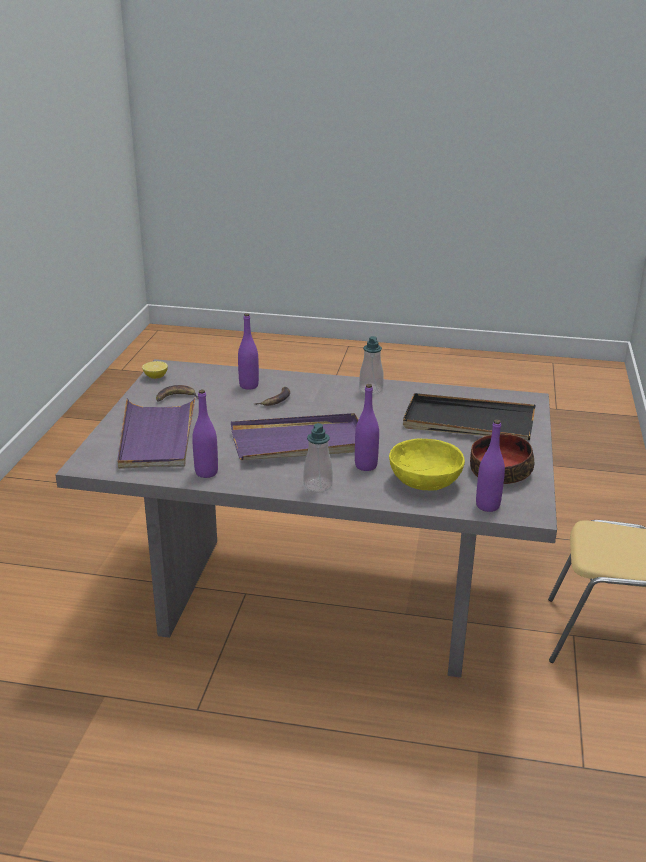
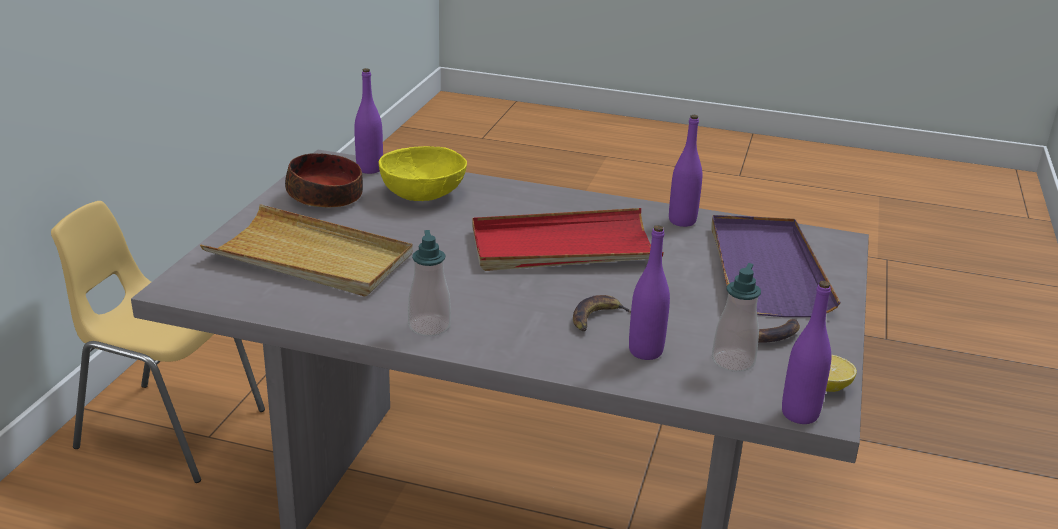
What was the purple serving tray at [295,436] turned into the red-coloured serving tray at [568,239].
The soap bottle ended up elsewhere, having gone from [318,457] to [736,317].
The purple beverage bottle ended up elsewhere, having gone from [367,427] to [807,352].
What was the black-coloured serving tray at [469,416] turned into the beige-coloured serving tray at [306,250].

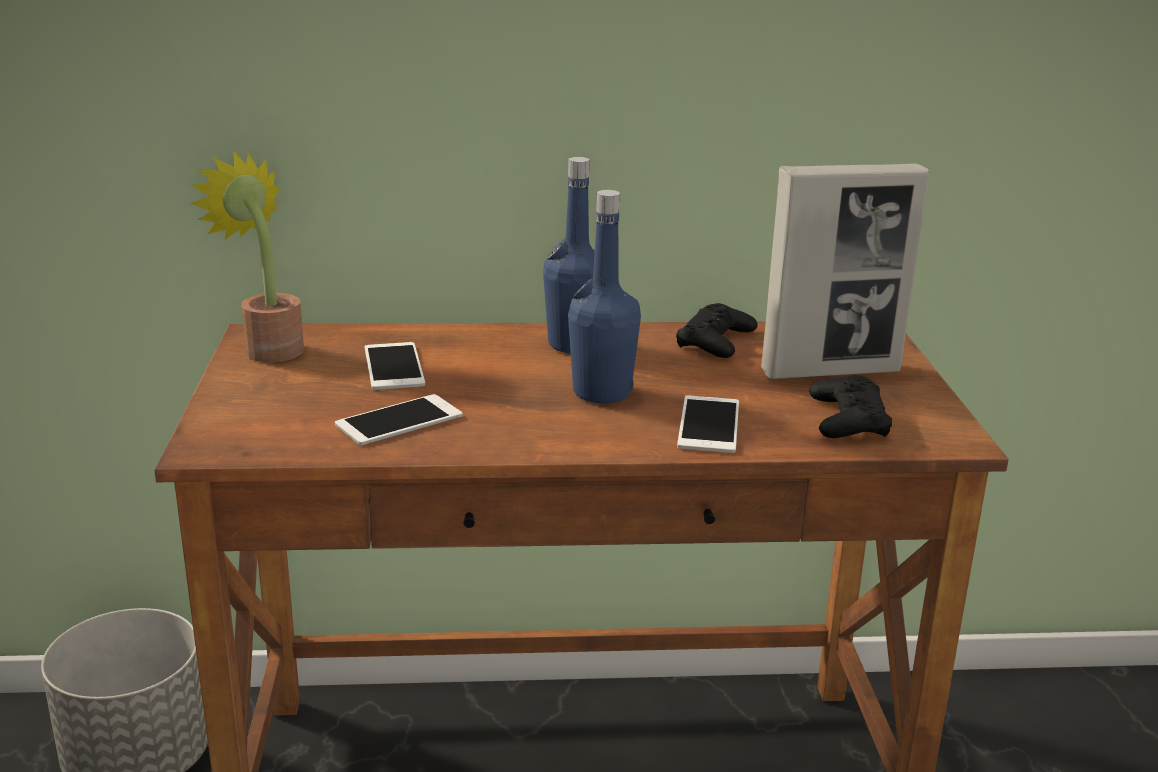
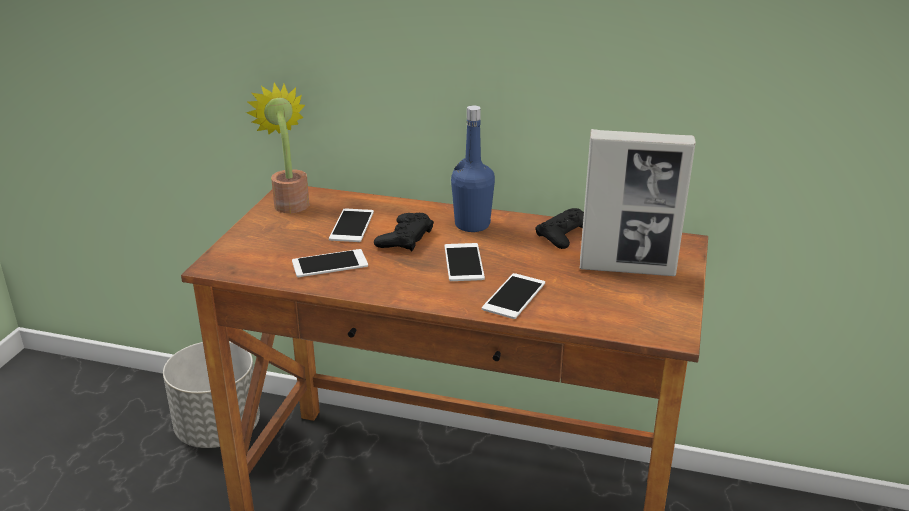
Where the bluish beverage bottle stood at [604,296], the phone came to stand at [464,262].
The black-coloured game controller ended up elsewhere, having gone from [850,406] to [404,232].

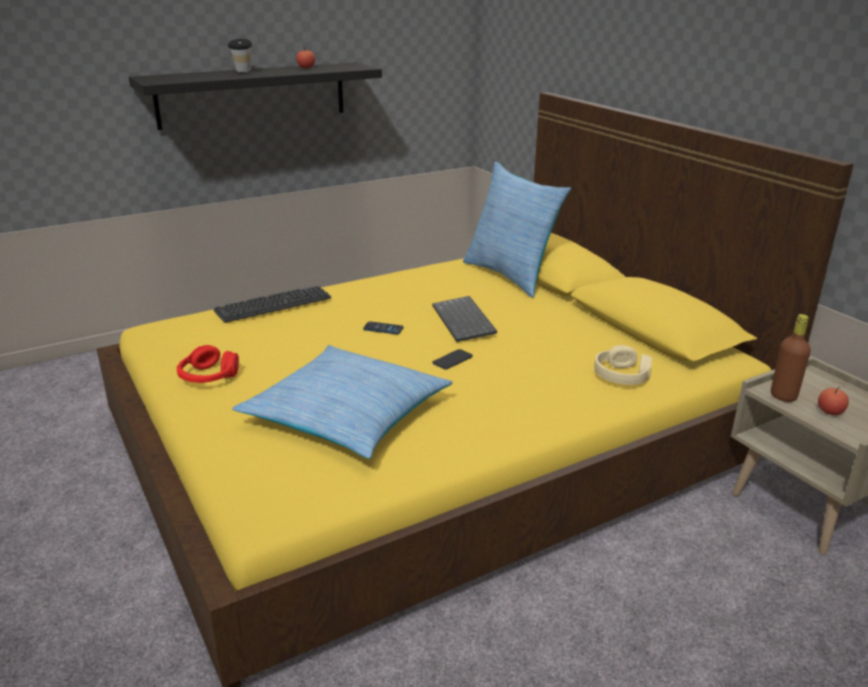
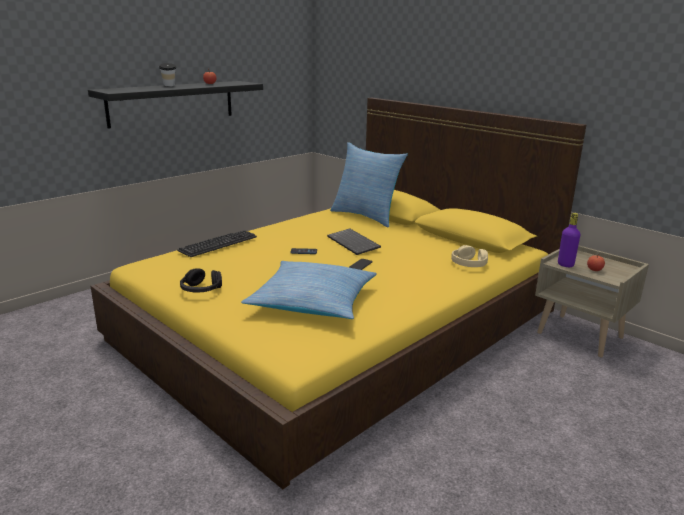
What was the red-coloured pair of headphones at [208,364] turned into the black-coloured pair of headphones at [201,280].
What was the brown-coloured beverage bottle at [791,358] turned into the purple beverage bottle at [569,240].

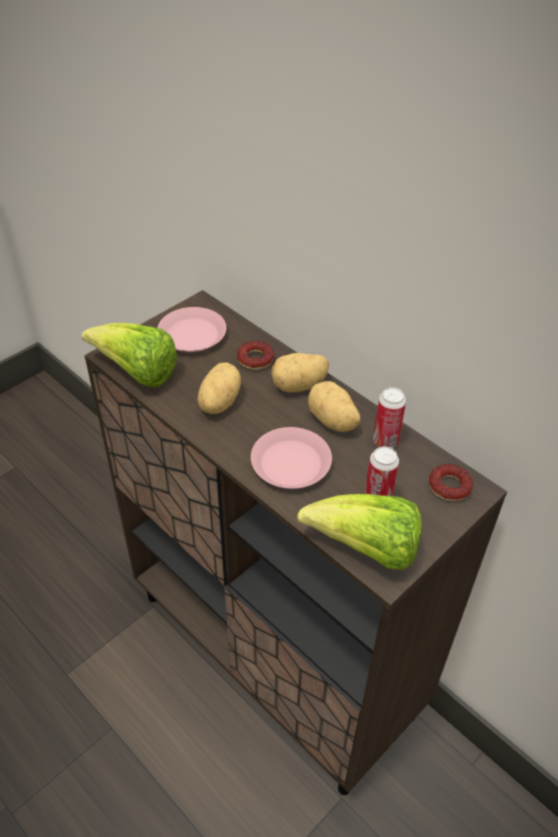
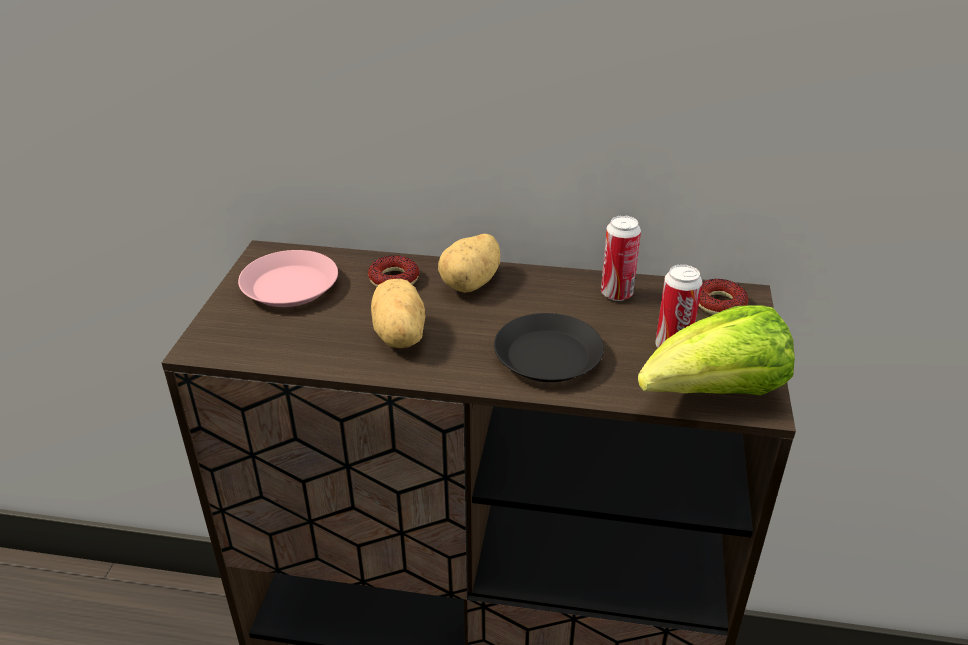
The second view lost the lettuce at [129,355].
What was the pinkish dinner plate at [291,458] turned into the black-coloured dinner plate at [549,347].
The second view lost the spud at [333,406].

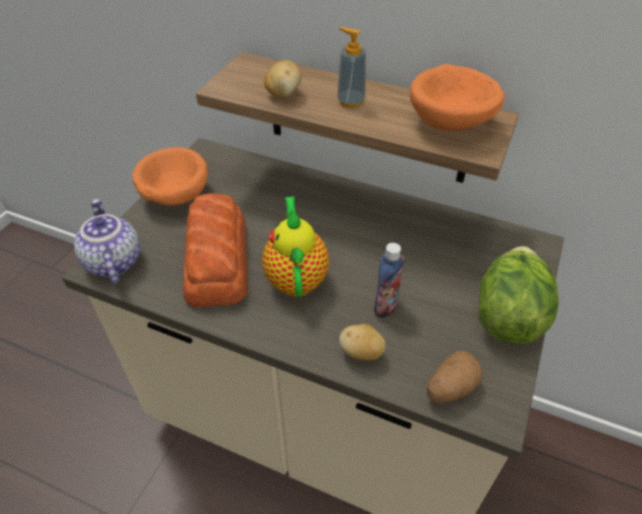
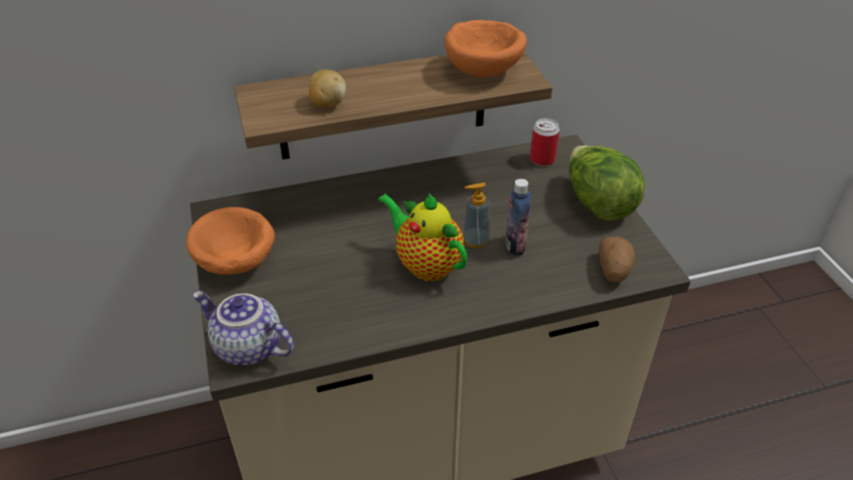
The second view lost the bakery bread at [215,250].
The soap bottle ended up elsewhere, having gone from [351,67] to [476,215].
The second view lost the spud at [362,342].
The second view gained the can at [545,142].

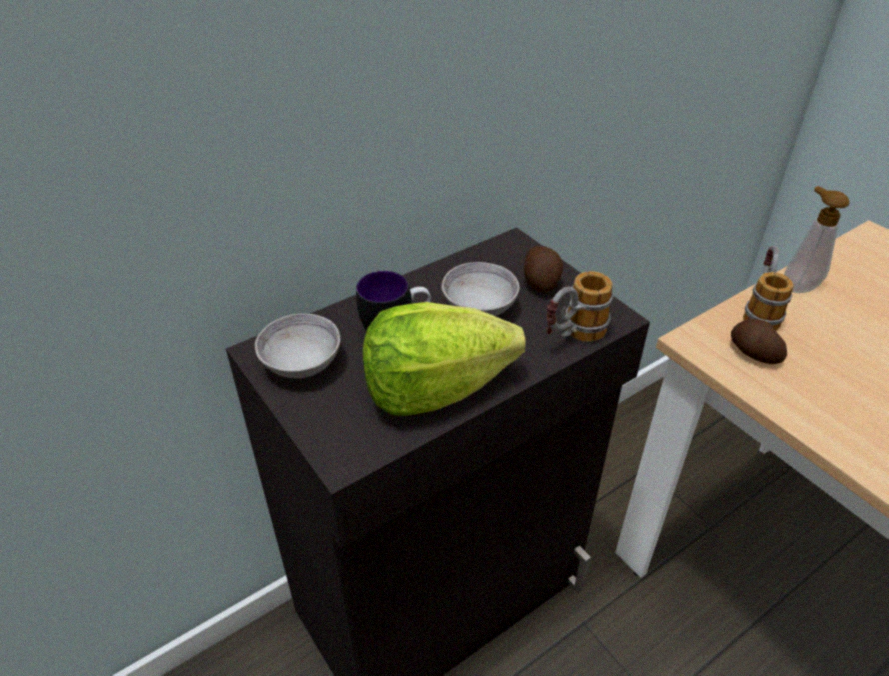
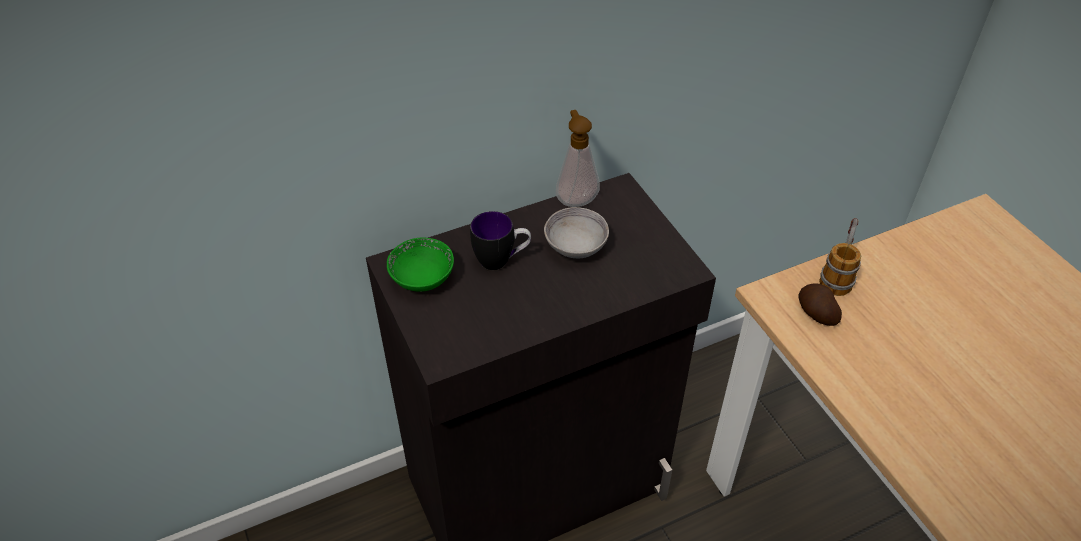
What was the greyish bowl at [297,346] turned into the greenish bowl at [420,264].
The second view lost the lettuce at [444,359].
The second view lost the spud at [543,269].
The second view lost the tea mug at [580,306].
The soap bottle ended up elsewhere, having gone from [816,239] to [578,158].

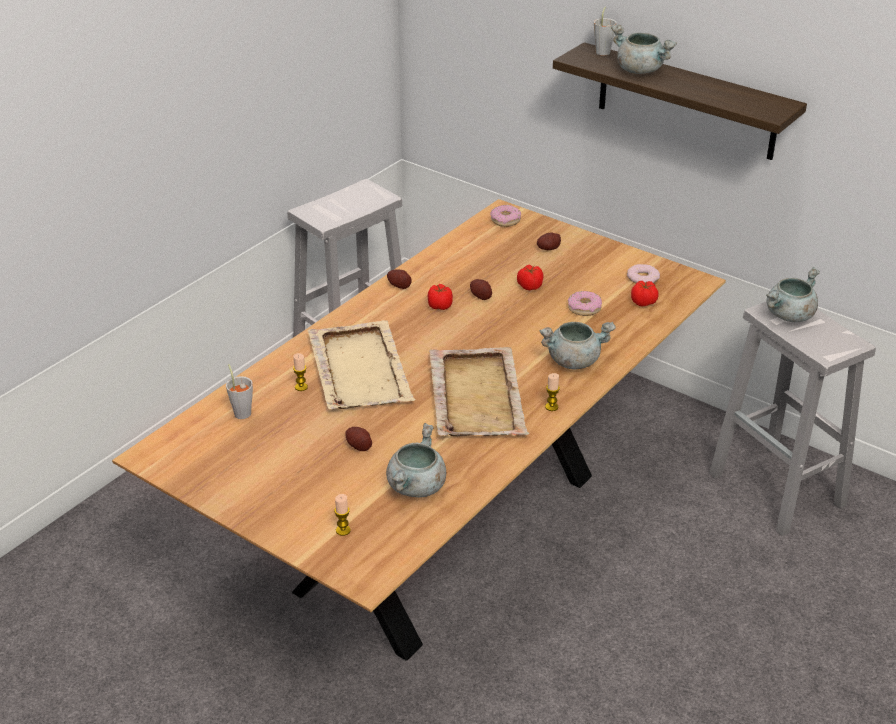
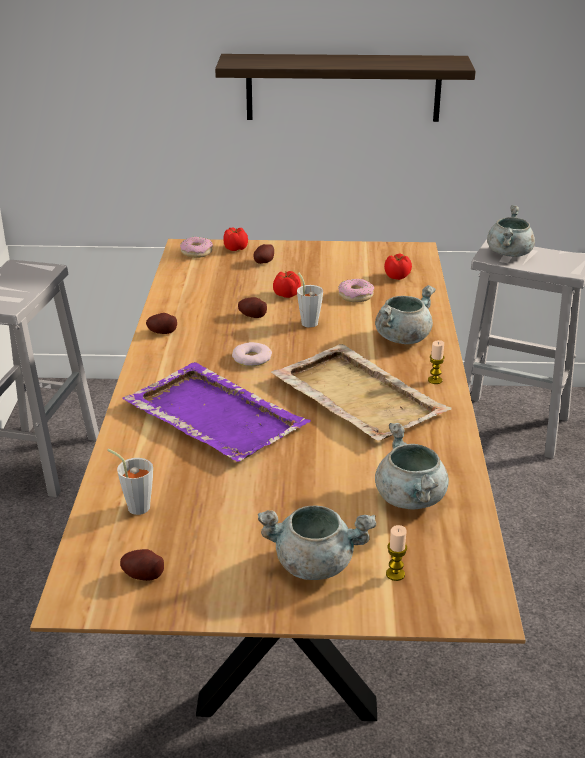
The second view lost the candle at [300,372].
What was the beige-coloured serving tray at [362,364] turned into the purple serving tray at [216,412].
The spud ended up elsewhere, having gone from [358,439] to [142,565].
The fresh tomato ended up elsewhere, having gone from [440,297] to [235,239].
The greyish small cup ended up elsewhere, having gone from [605,31] to [310,300].
The greyish cooking pot ended up elsewhere, having gone from [644,49] to [317,543].
The ring doughnut ended up elsewhere, having gone from [643,273] to [252,354].

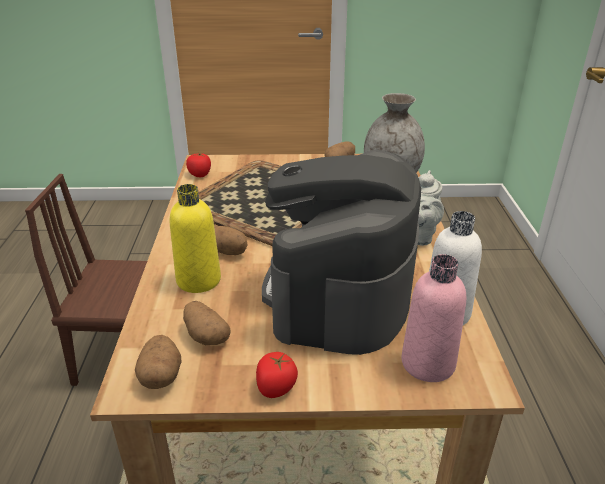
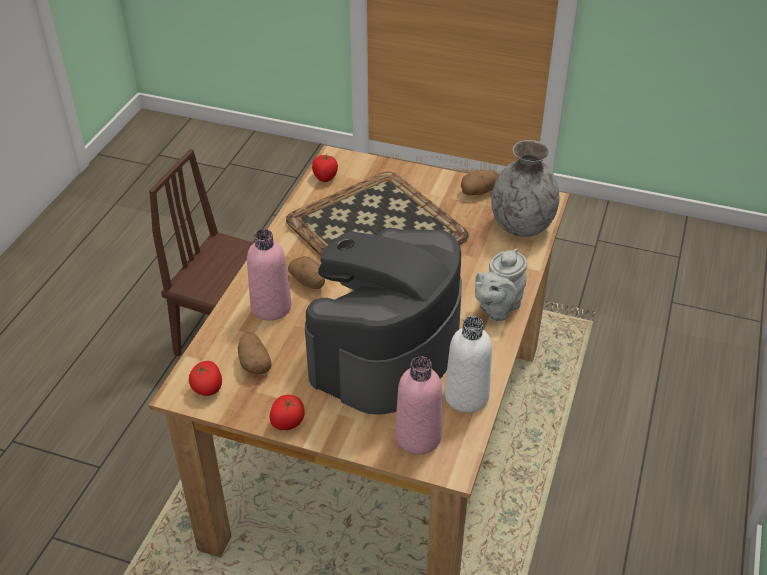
Where the spud stood at [158,362], the fresh tomato came to stand at [205,378].
What was the yellow beverage bottle at [195,238] turned into the pinkish beverage bottle at [269,275].

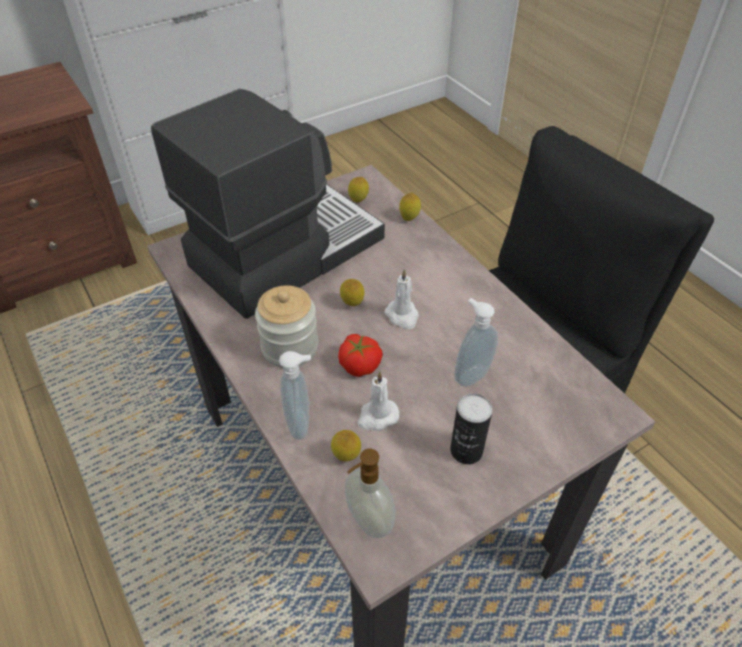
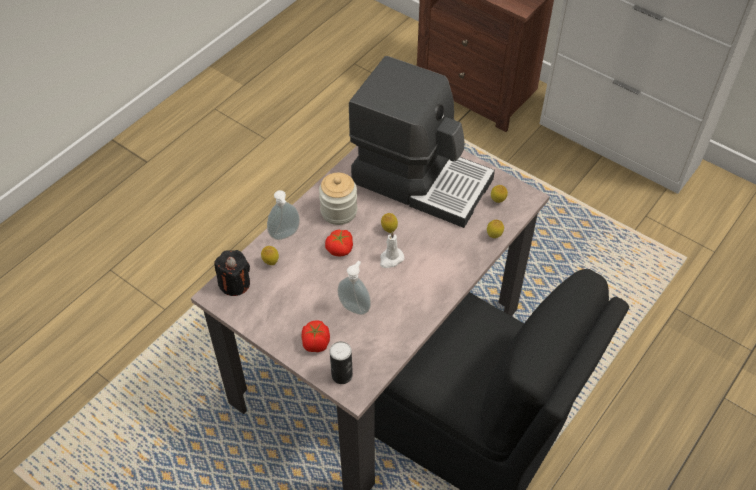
Where the soap bottle stood at [370,493], the black-coloured candle came to stand at [232,273].
The second view lost the whitish candle at [378,401].
The can ended up elsewhere, having gone from [471,429] to [341,362].
The second view gained the fresh tomato at [315,336].

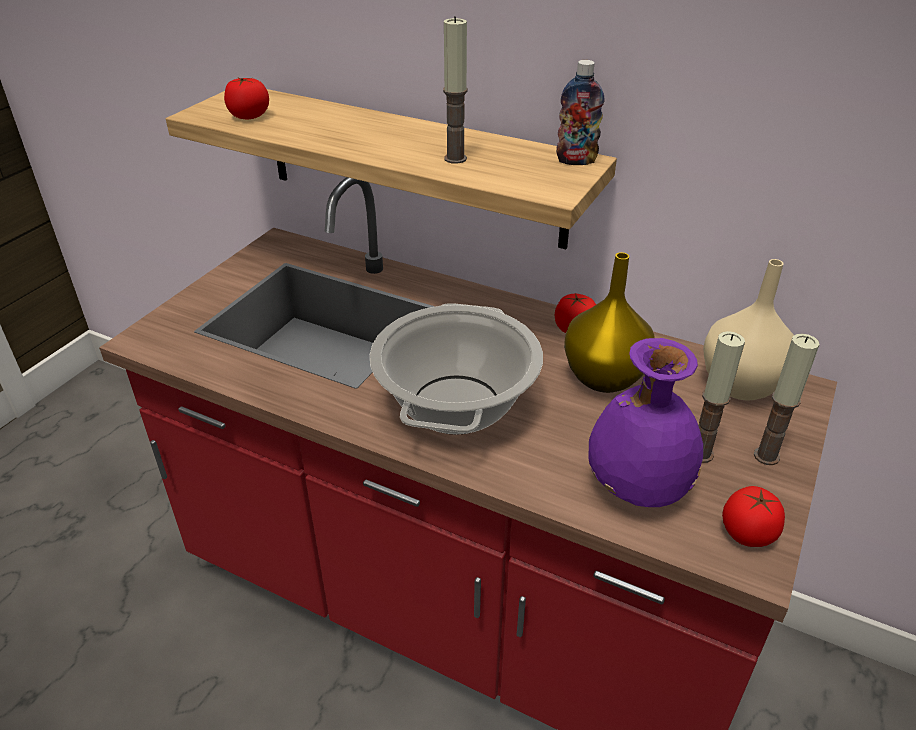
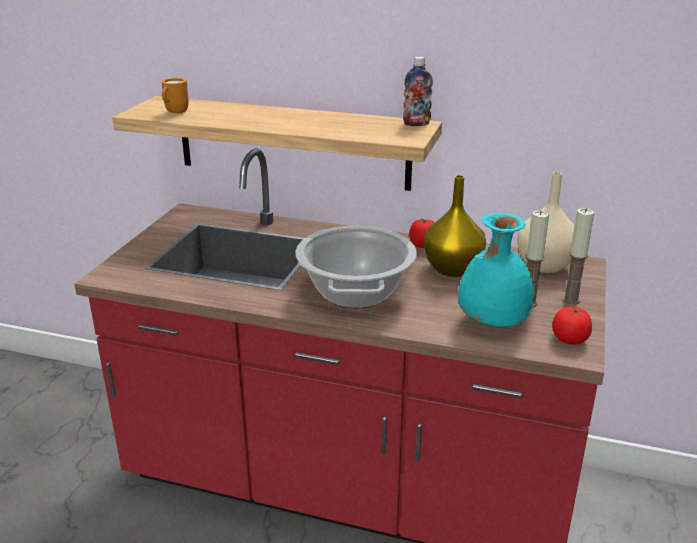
Where the fresh tomato stood at [246,98], the orangey tea mug came to stand at [175,95].
The second view lost the candle at [455,90].
What was the purple decorative vase at [645,422] turned into the turquoise decorative vase at [496,270].

